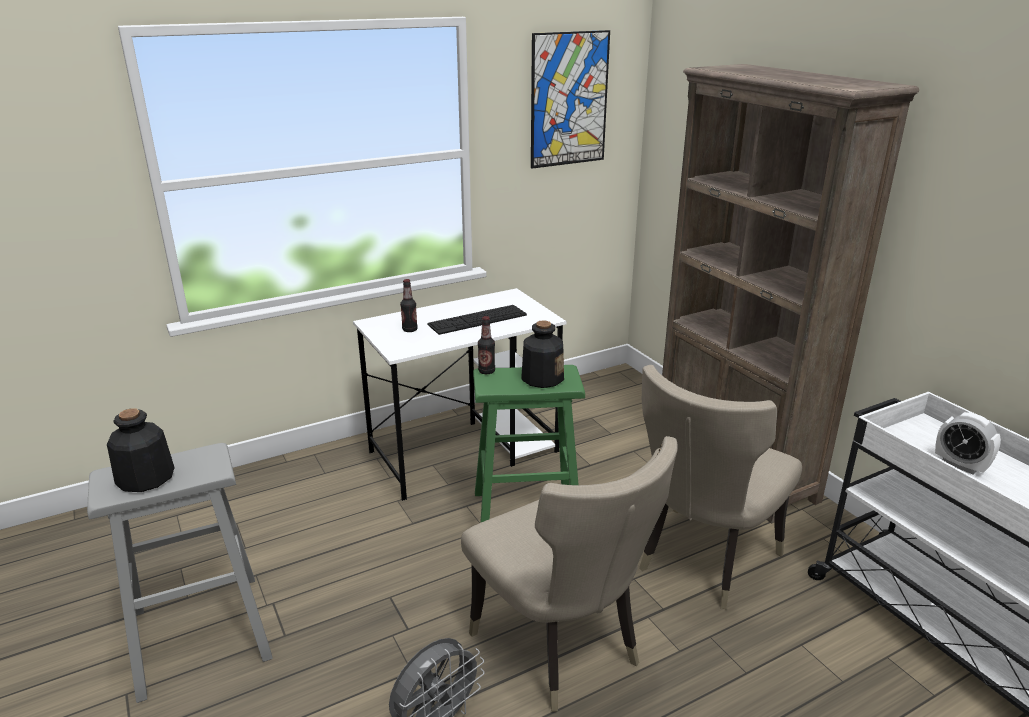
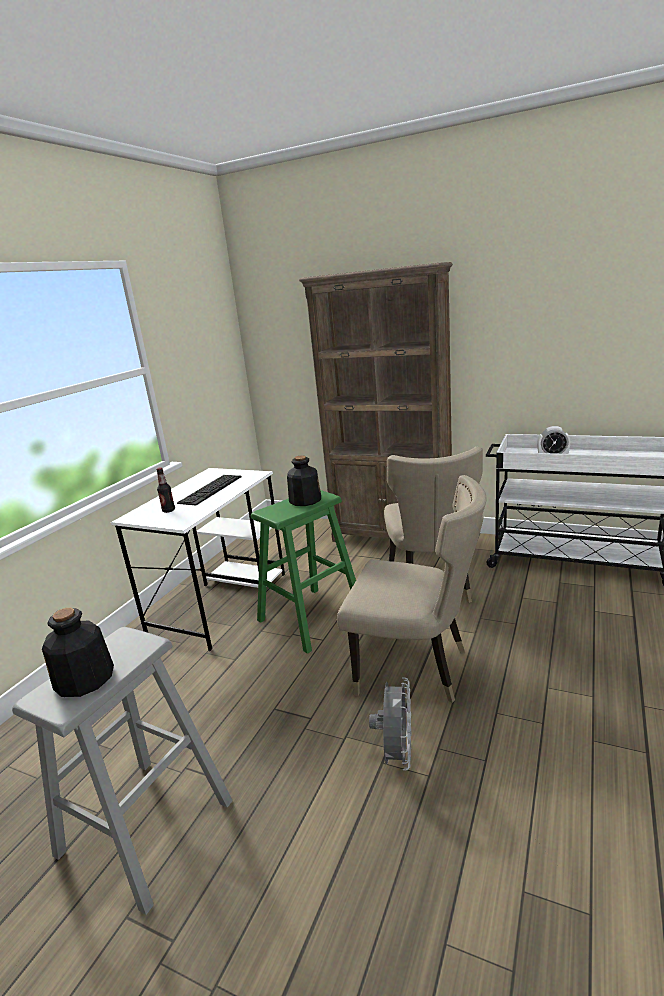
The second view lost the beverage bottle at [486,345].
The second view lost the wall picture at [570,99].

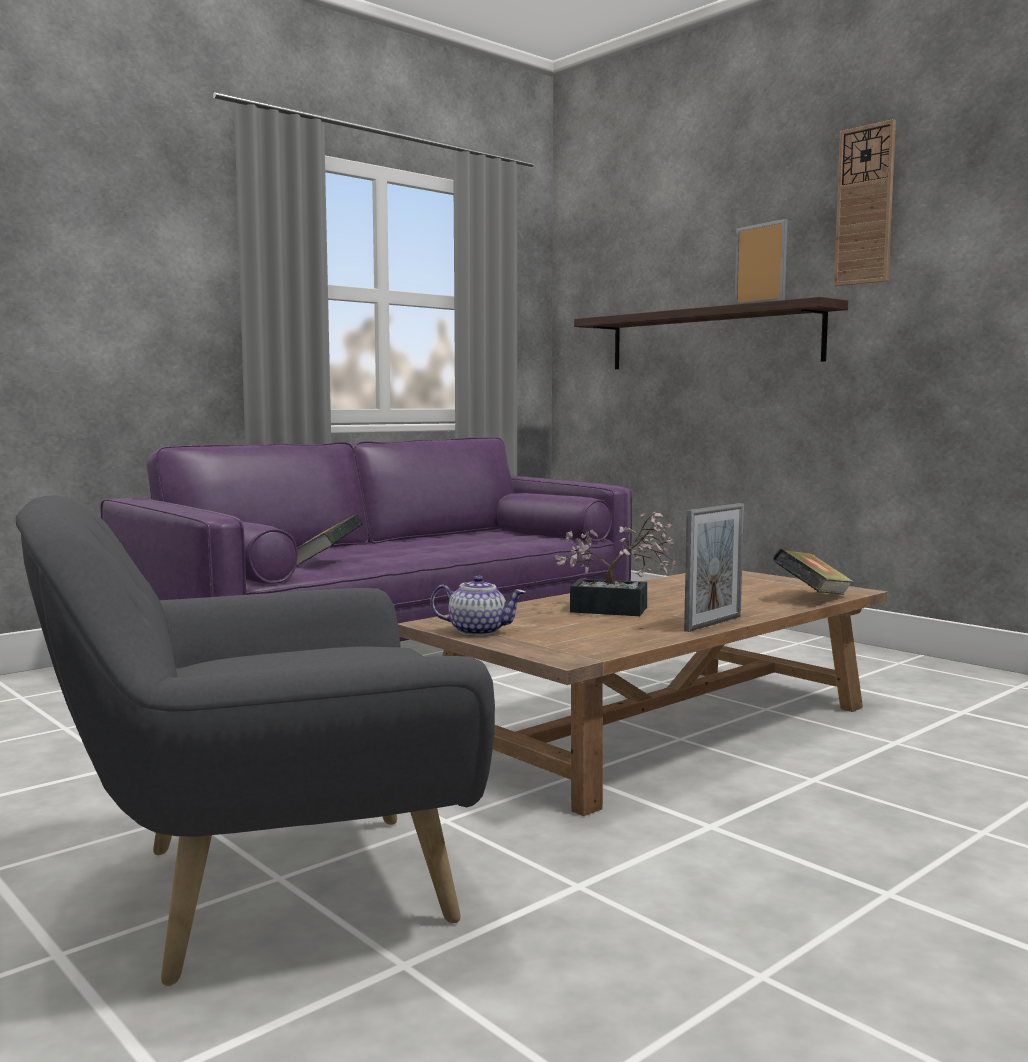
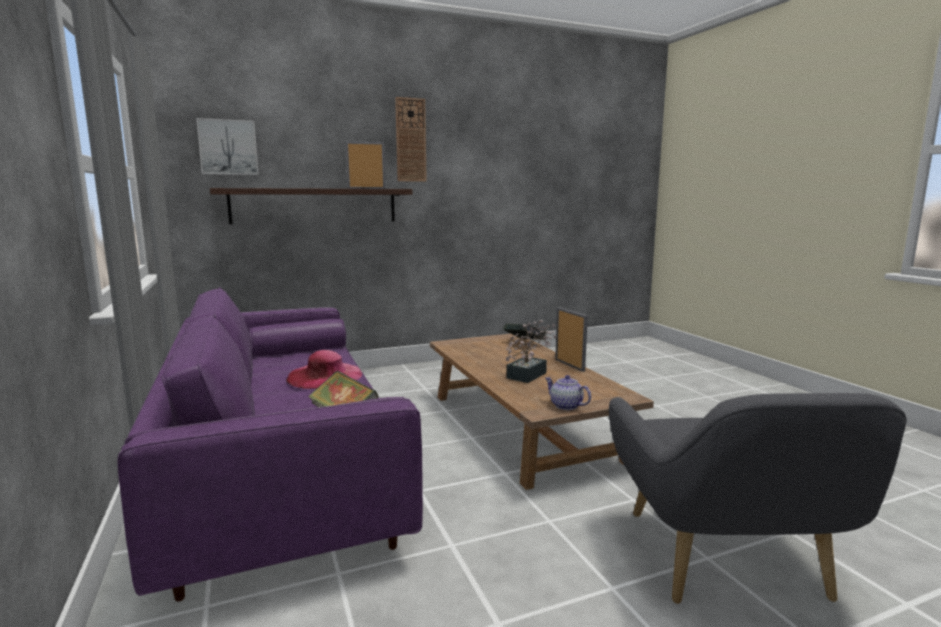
The teapot at [477,605] ended up facing another way, 75 degrees counterclockwise from before.
The second view gained the wall picture at [227,146].
The second view gained the pinkish clothing hat at [324,369].

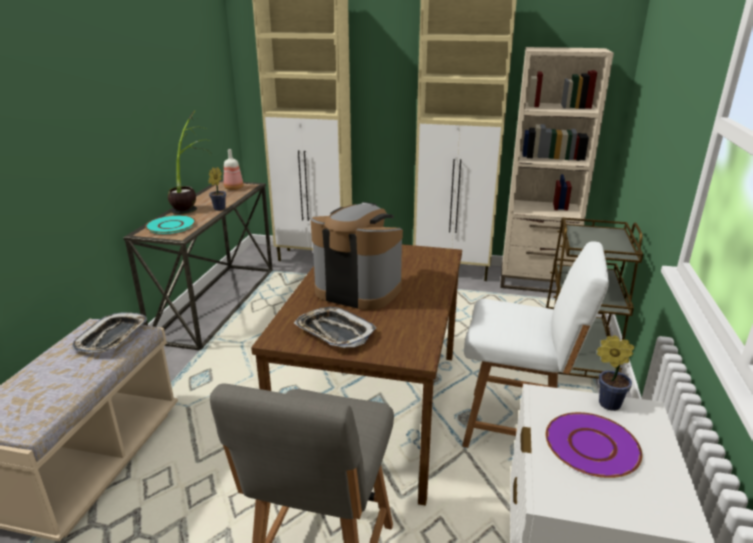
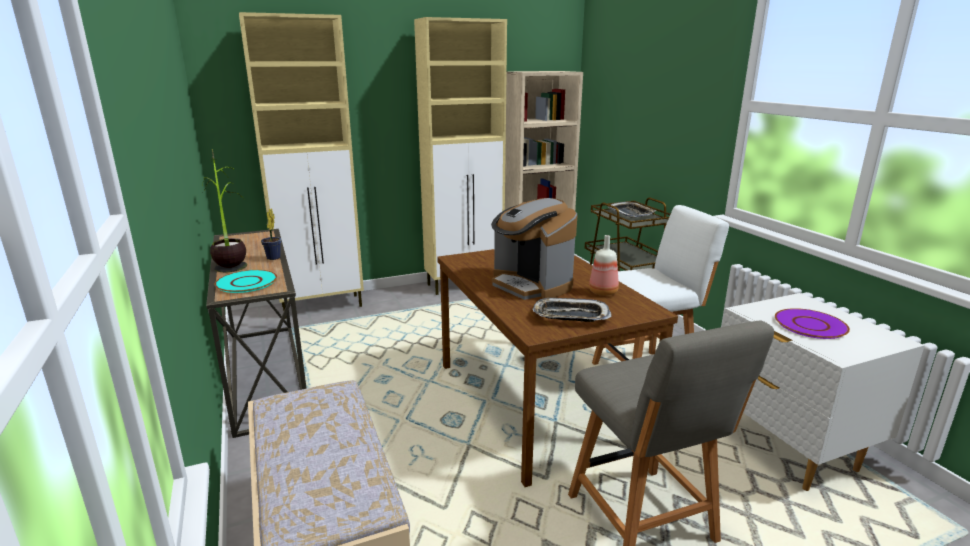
The serving tray ended up elsewhere, having gone from [109,332] to [632,210].
The beverage bottle ended up elsewhere, having gone from [233,169] to [604,265].
The coffee brewer at [357,256] ended up facing another way, 120 degrees counterclockwise from before.
The second view lost the potted plant at [615,373].

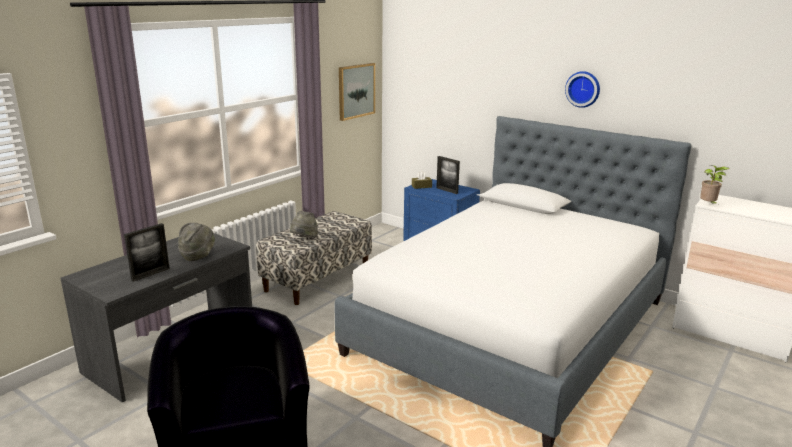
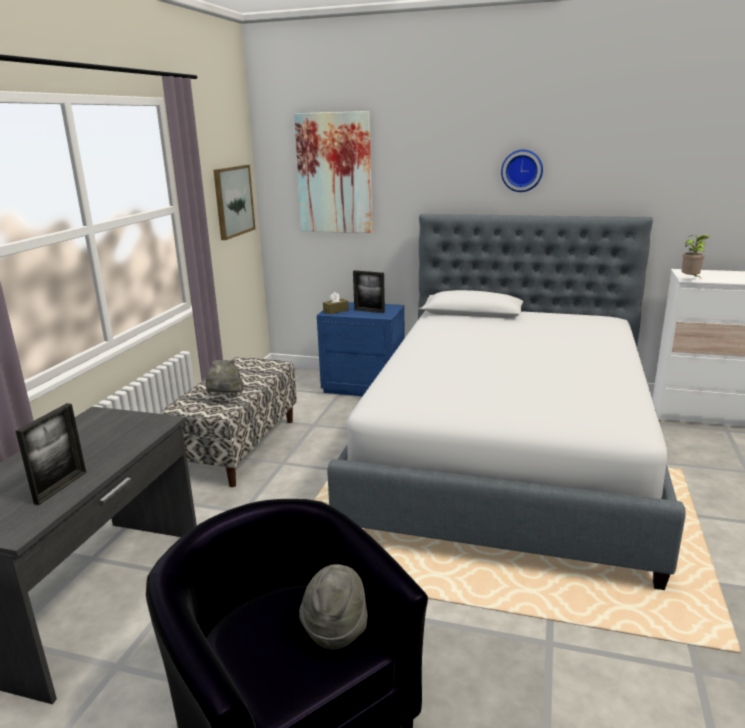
The greyish clothing hat ended up elsewhere, having gone from [196,242] to [333,607].
The second view gained the wall picture at [333,172].

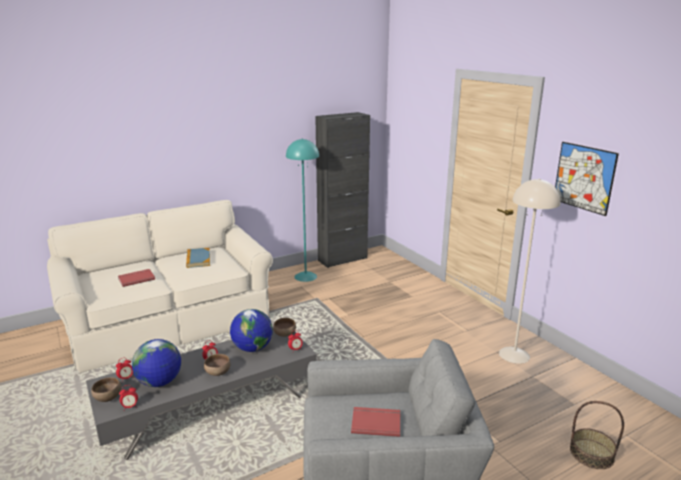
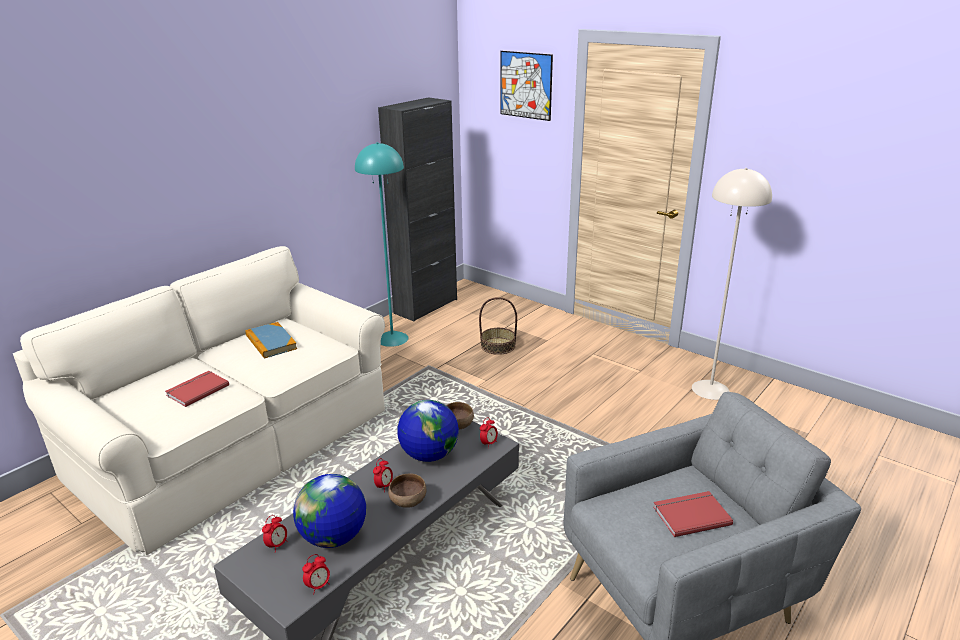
The second view lost the brown-coloured bowl at [106,389].
The wall picture ended up elsewhere, having gone from [587,179] to [526,86].
The storage basket ended up elsewhere, having gone from [597,435] to [498,326].

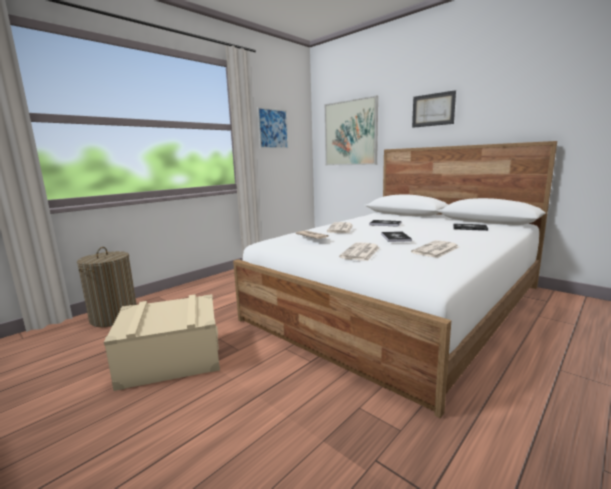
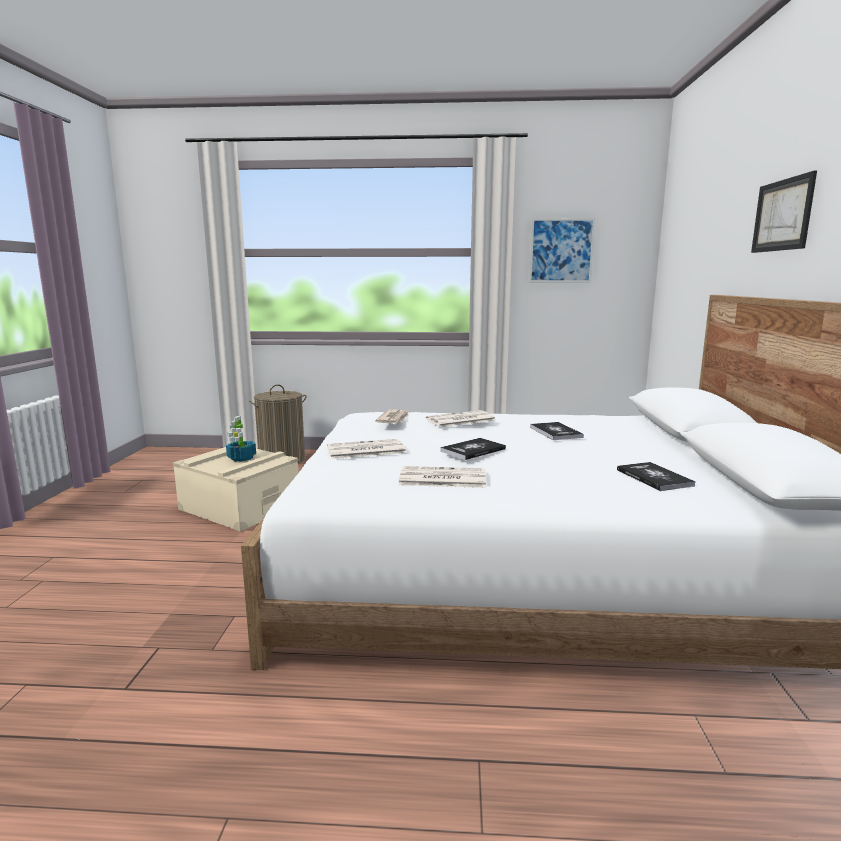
The second view lost the wall picture at [351,130].
The second view gained the potted plant at [241,439].

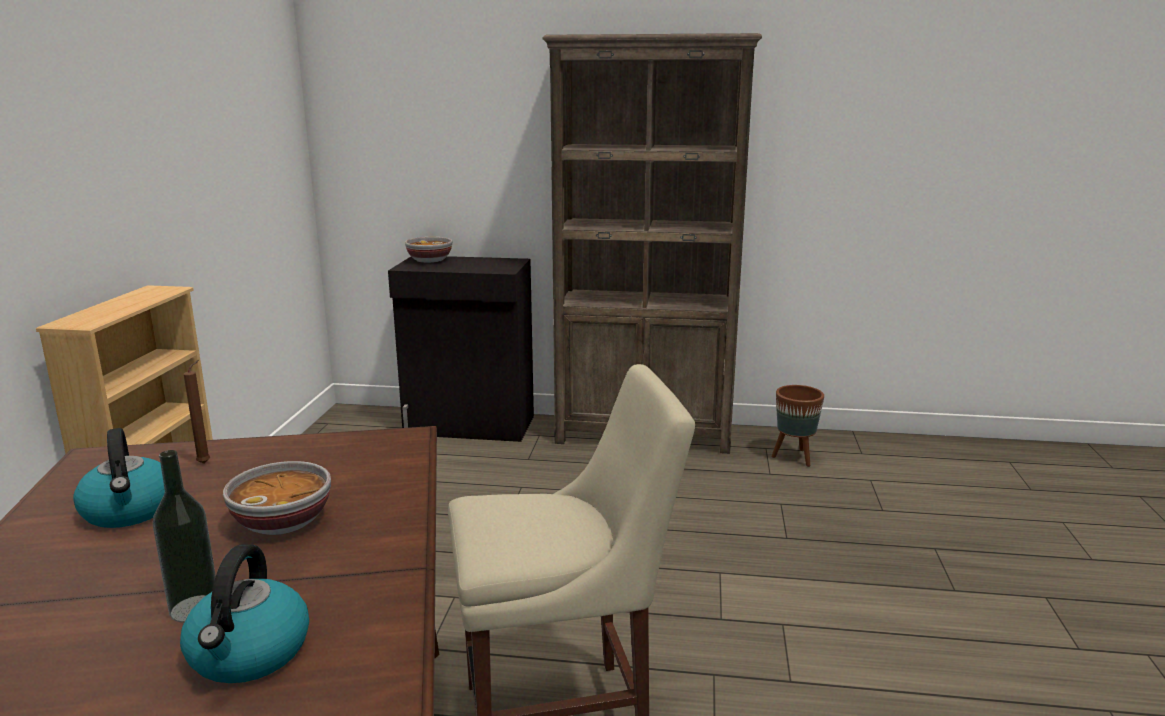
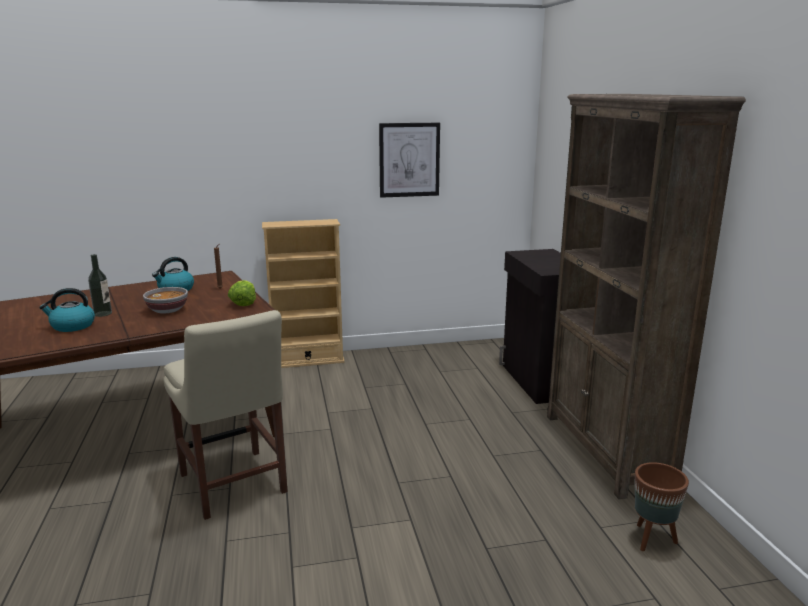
The second view lost the bowl at [428,250].
The second view gained the lettuce at [242,293].
The second view gained the wall picture at [409,160].

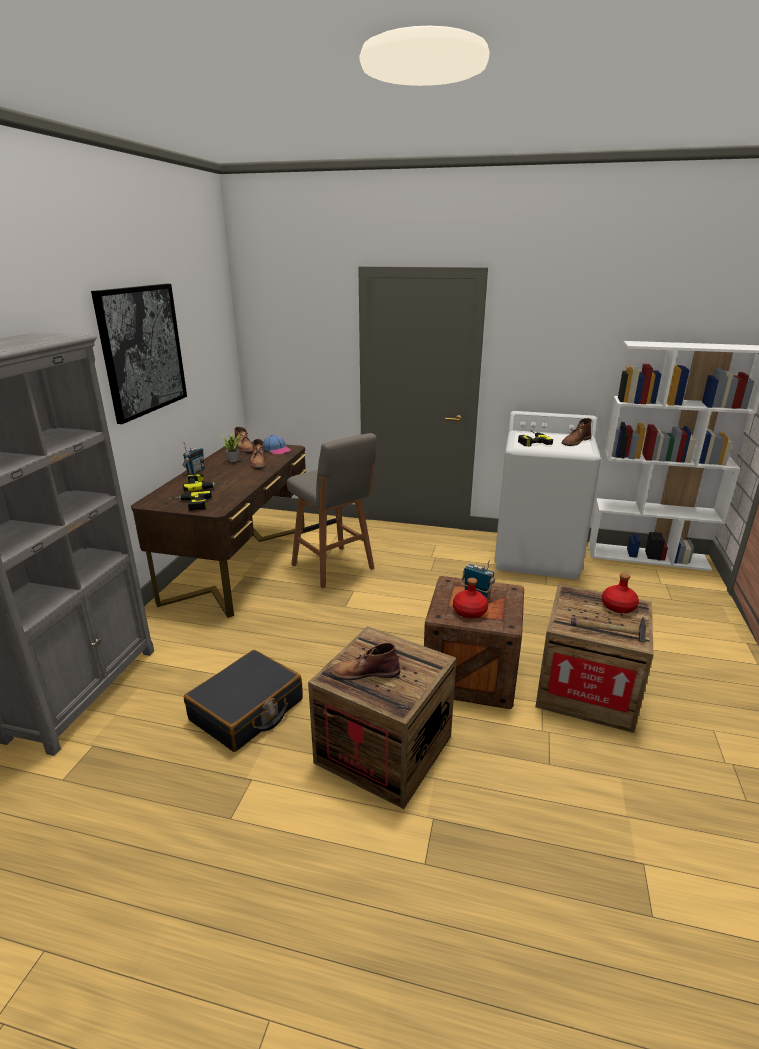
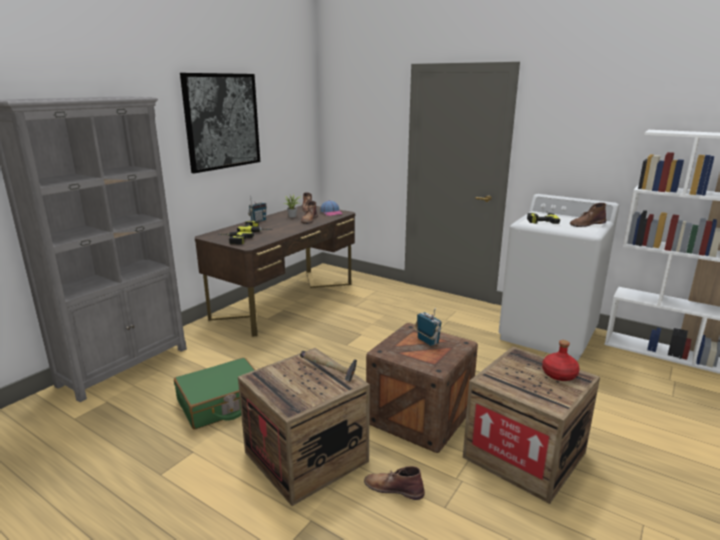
What was the black-coloured travel case at [243,701] turned into the greenish travel case at [214,393].
The second view lost the greyish stool at [332,510].
The brown-coloured boot ended up elsewhere, having gone from [365,661] to [394,483].
The second view lost the red-coloured beverage bottle at [470,598].
The tool hammer ended up elsewhere, having gone from [608,629] to [328,366].

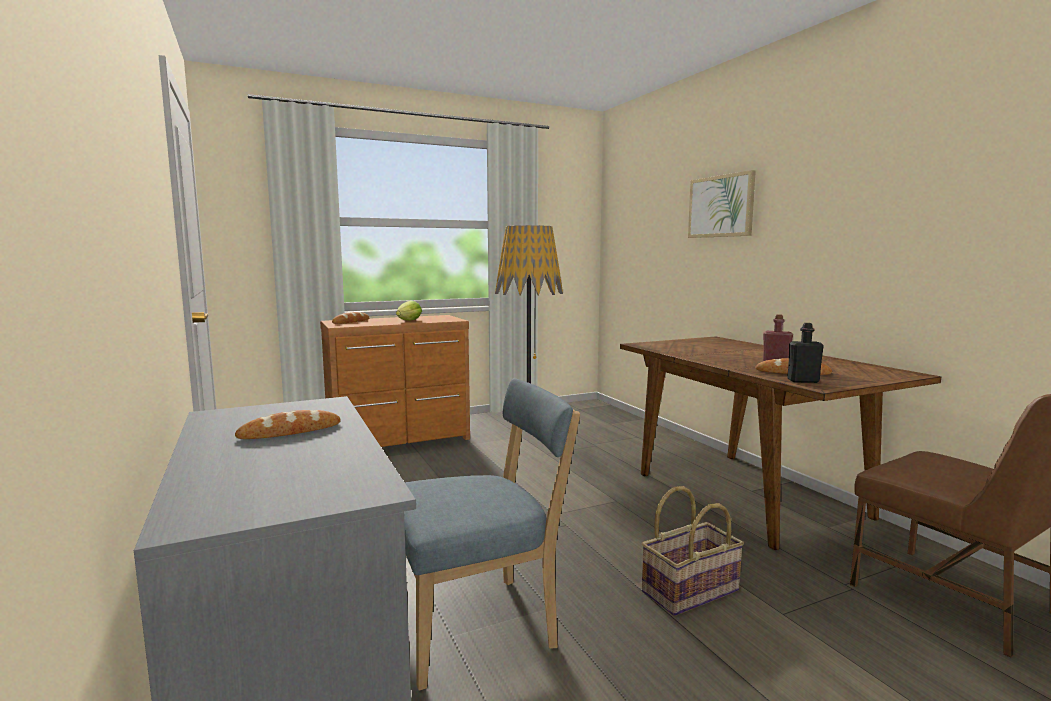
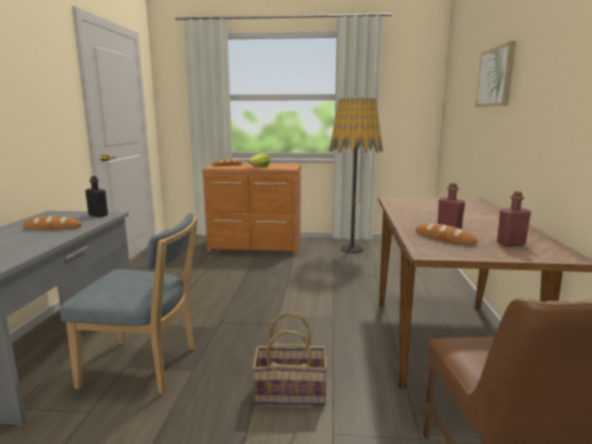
The black-coloured beverage bottle ended up elsewhere, having gone from [805,353] to [96,196].
The second view gained the red-coloured beverage bottle at [514,218].

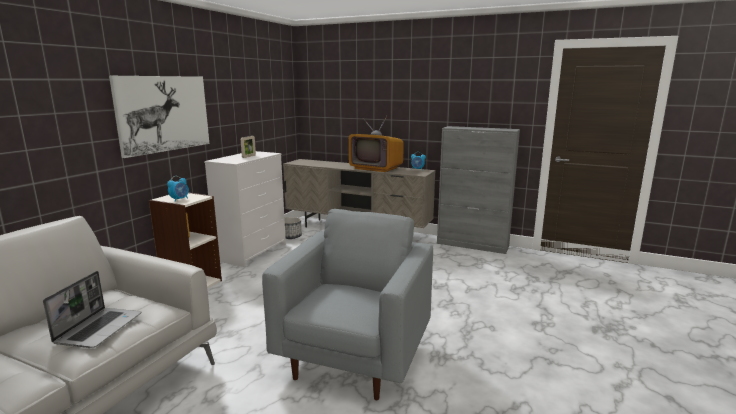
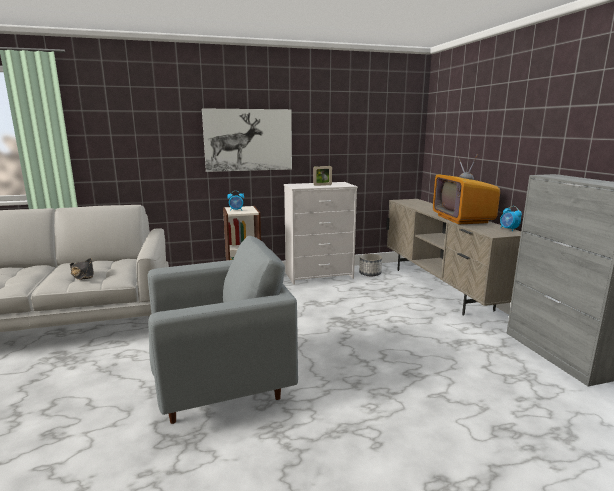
Where the portable computer stood at [92,309], the black-coloured clothing hat came to stand at [82,269].

